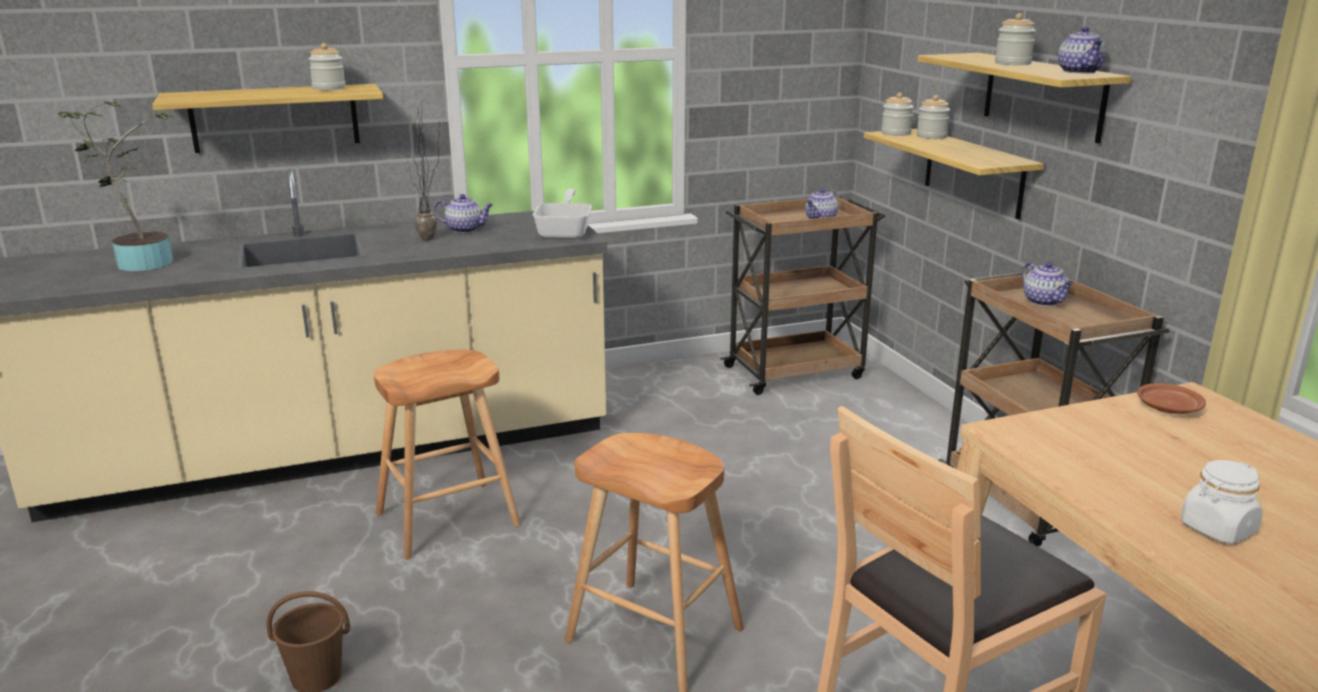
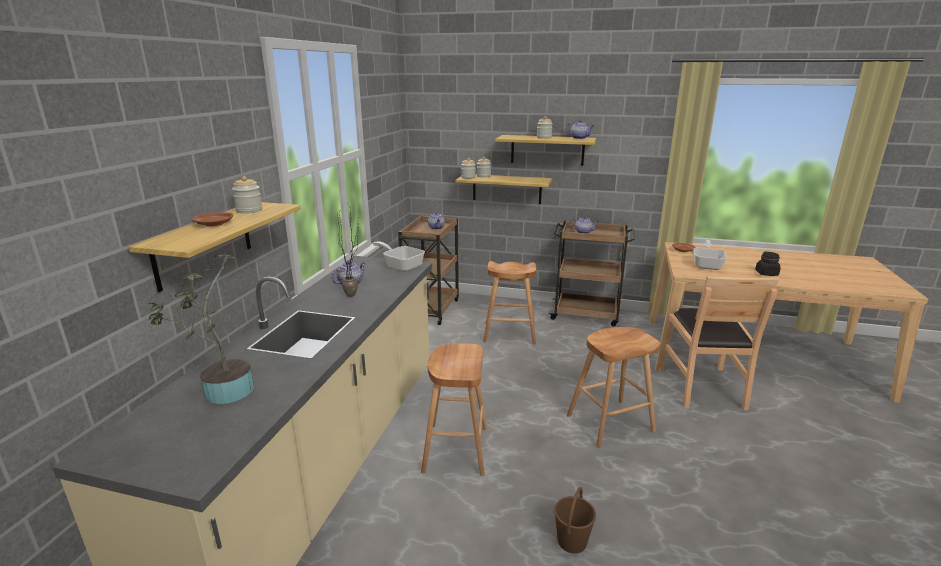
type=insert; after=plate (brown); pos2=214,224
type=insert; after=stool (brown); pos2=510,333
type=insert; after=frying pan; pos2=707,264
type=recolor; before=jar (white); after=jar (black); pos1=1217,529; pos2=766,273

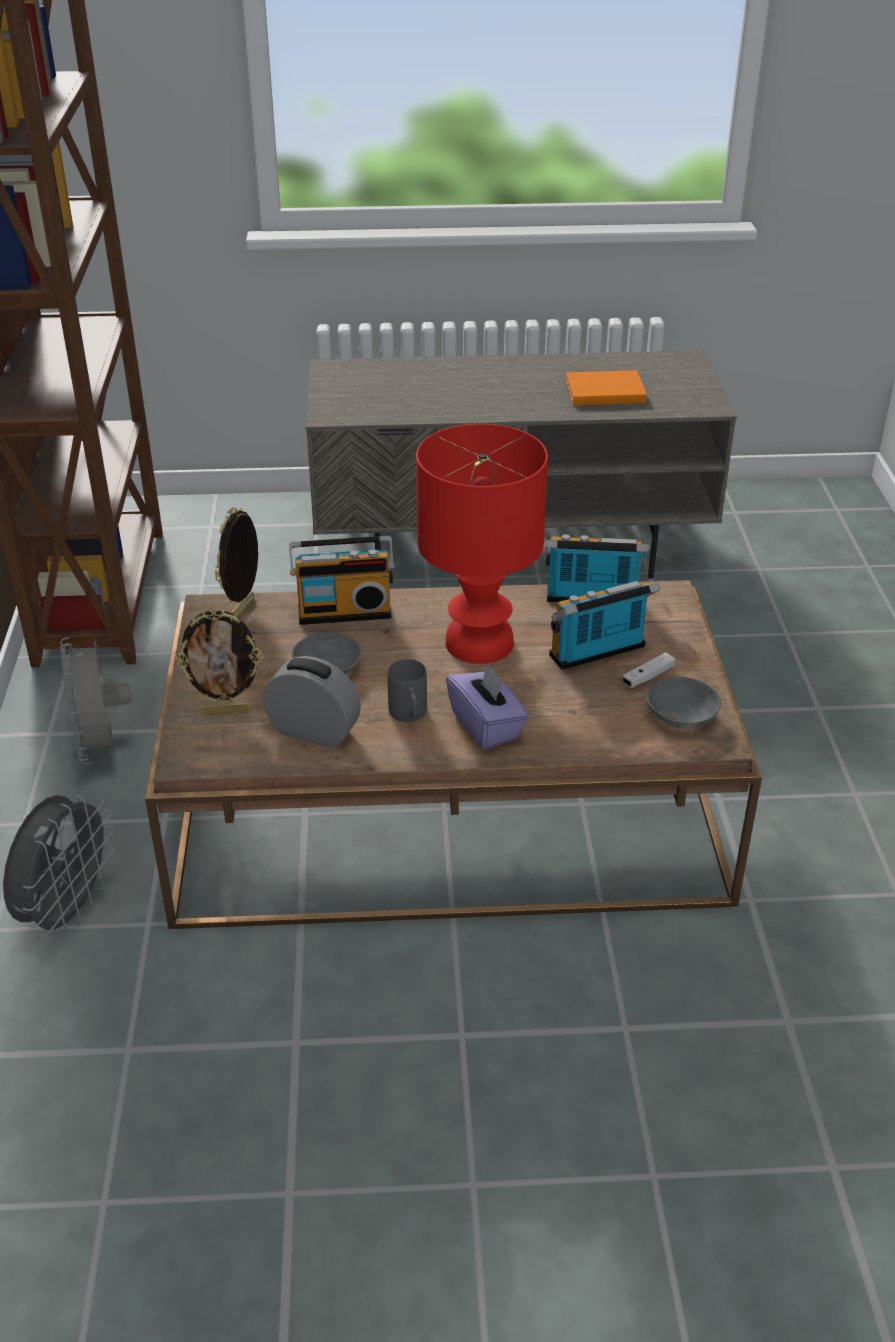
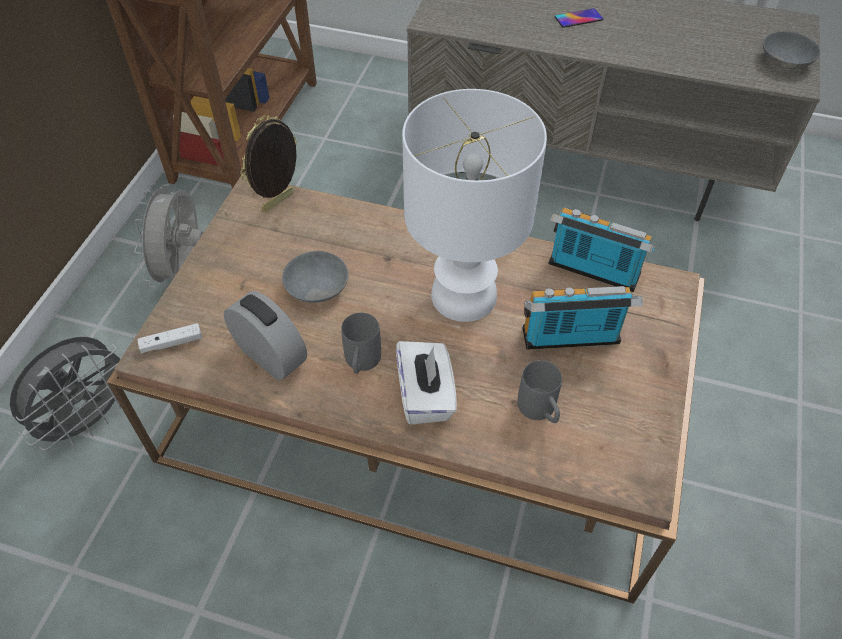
type=delete; before=picture frame; pos1=226,711
type=delete; before=radio; pos1=344,611
type=delete; before=book (orange); pos1=602,391
type=insert; after=mug (grey); pos2=540,412
type=insert; after=phone; pos2=578,18
type=move; before=game controller (white); pos1=648,677; pos2=172,343
type=move; before=bowl (grey); pos1=680,715; pos2=784,60
type=recolor; before=table lamp (red); after=table lamp (white); pos1=477,643; pos2=462,295
type=recolor; before=tissue box (purple); after=tissue box (white); pos1=486,725; pos2=426,396

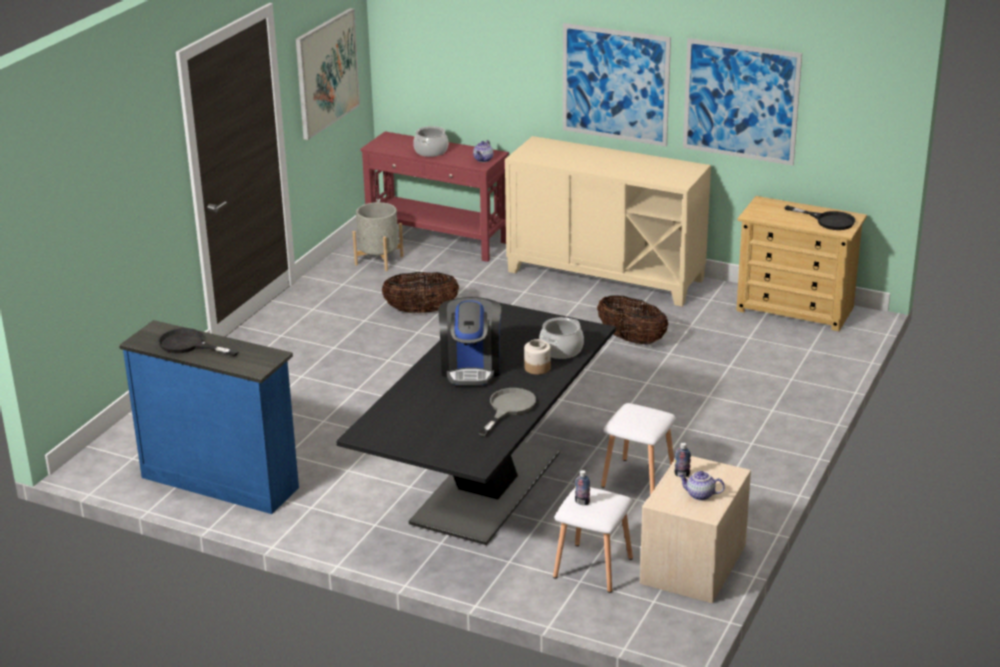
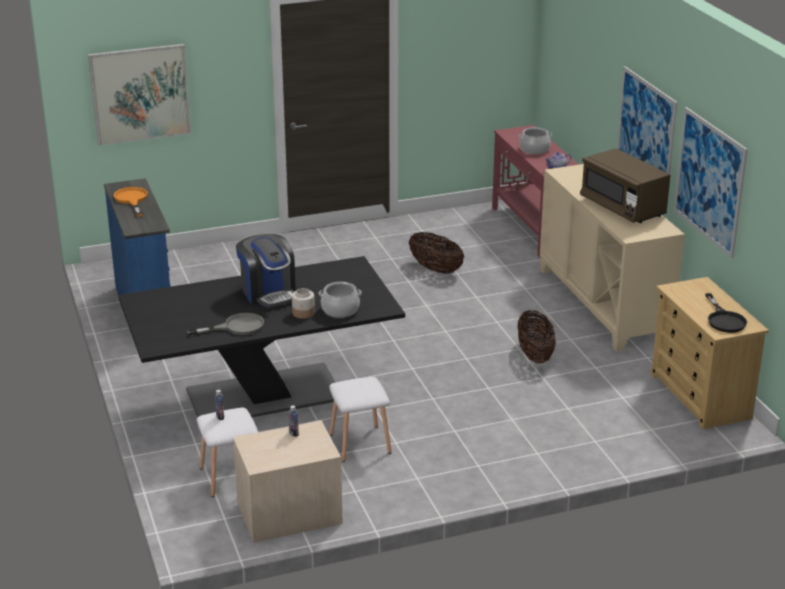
type=delete; before=planter (grey); pos1=379,260
type=delete; before=teapot; pos1=700,495
type=insert; after=microwave (brown); pos2=622,207
type=move; before=picture; pos1=326,73; pos2=140,94
type=recolor; before=frying pan (black); after=frying pan (orange); pos1=189,345; pos2=132,200
type=rotate; before=coffee machine; pos1=471,367; pos2=268,293; turn=-75

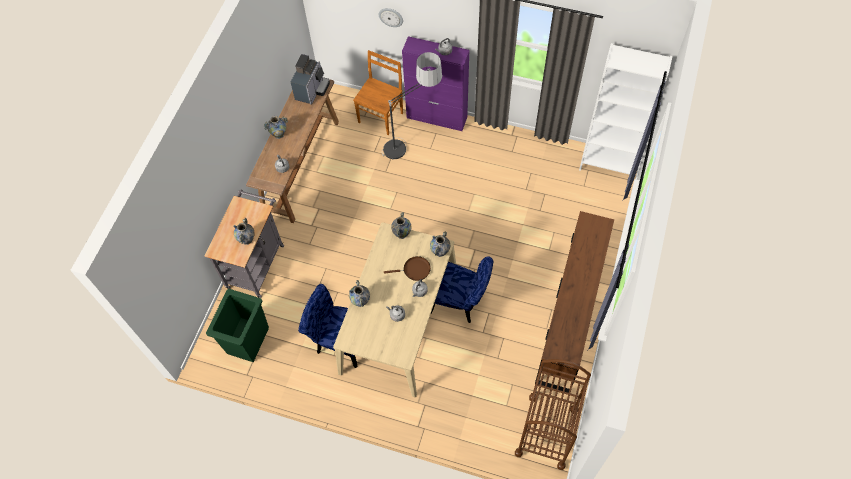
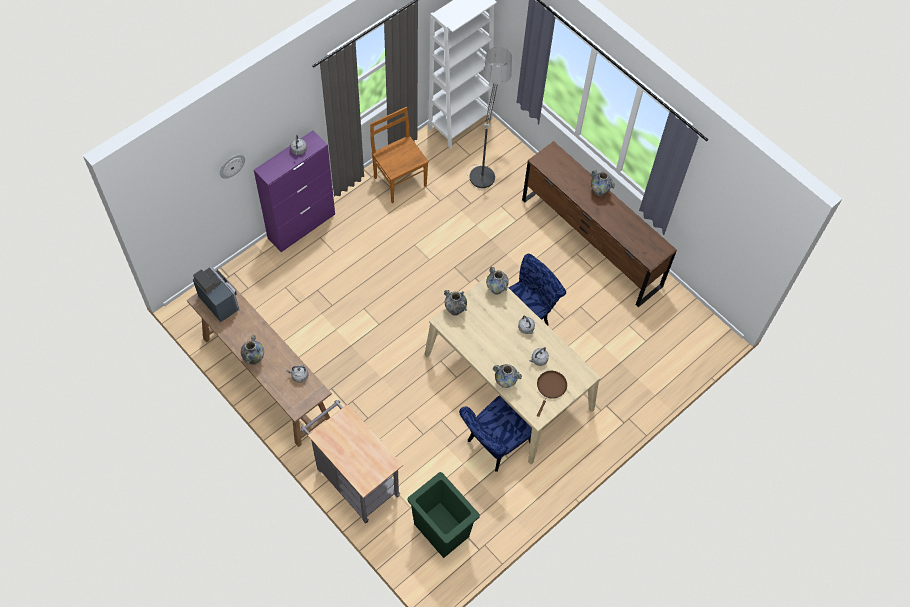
type=delete; before=cart (brown); pos1=546,431
type=move; before=vase; pos1=247,240; pos2=599,192
type=move; before=chair (brown); pos1=381,116; pos2=399,180
type=move; before=floor lamp; pos1=412,144; pos2=485,161
type=move; before=frying pan (brown); pos1=414,270; pos2=550,388

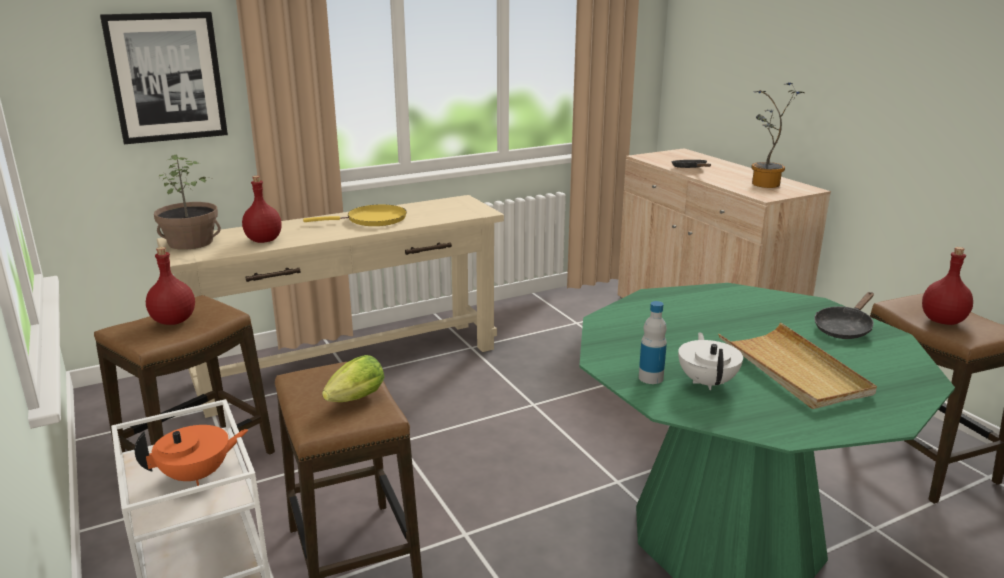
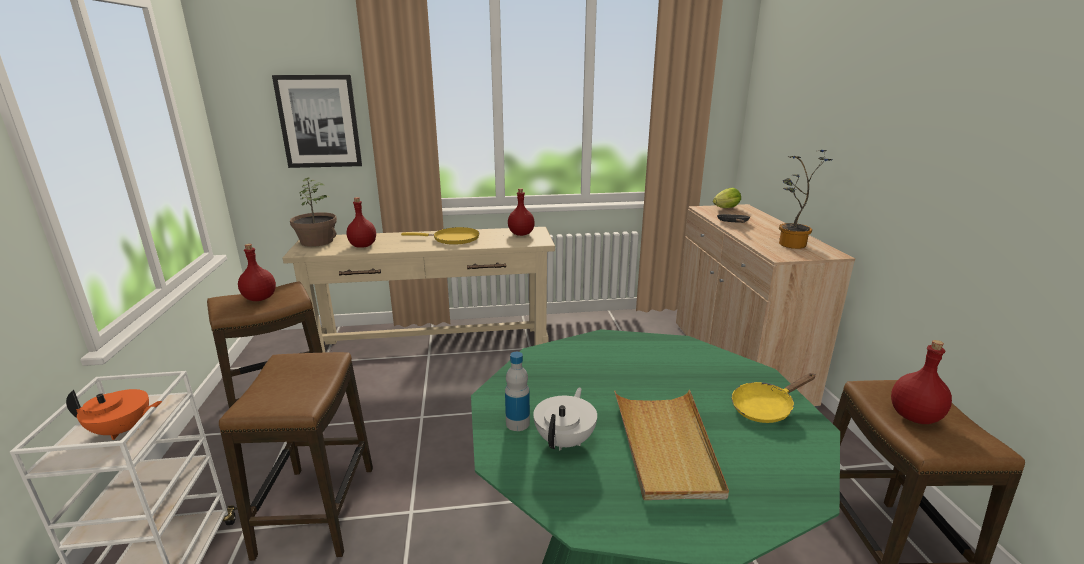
type=insert; after=bottle (red); pos2=521,234
type=move; before=lettuce; pos1=353,400; pos2=724,209
type=recolor; before=frying pan (black); after=frying pan (yellow); pos1=844,328; pos2=765,408

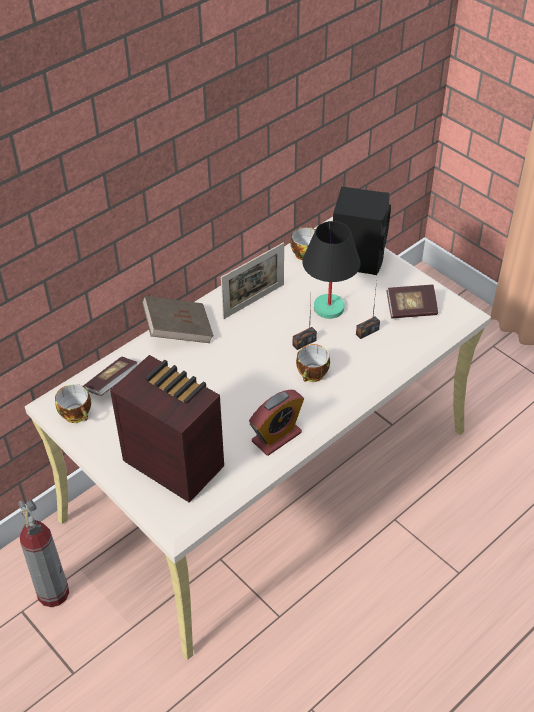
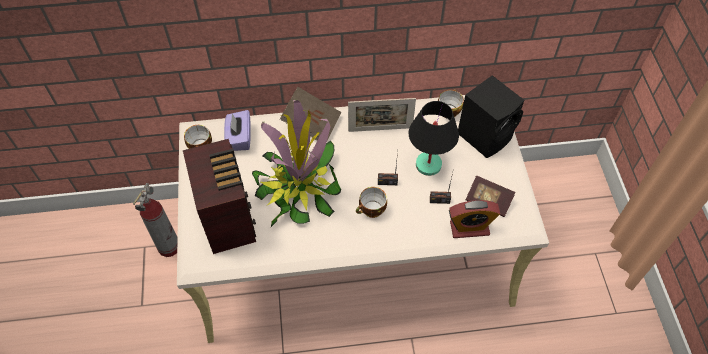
type=insert; after=potted plant; pos2=299,189
type=move; before=alarm clock; pos1=276,437; pos2=469,228
type=replace; before=book; after=tissue box (purple); pos1=112,383; pos2=239,138

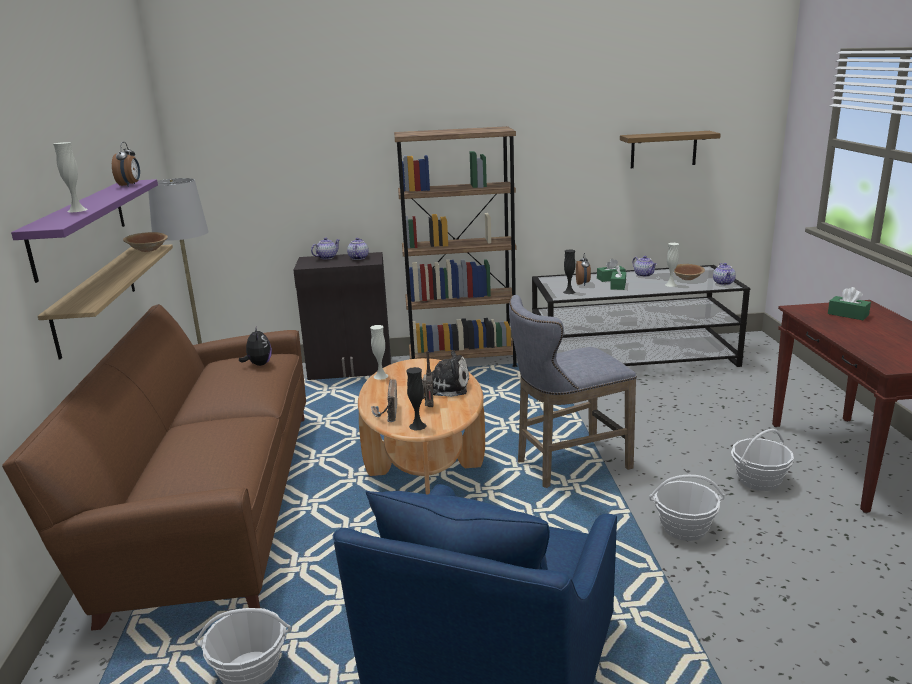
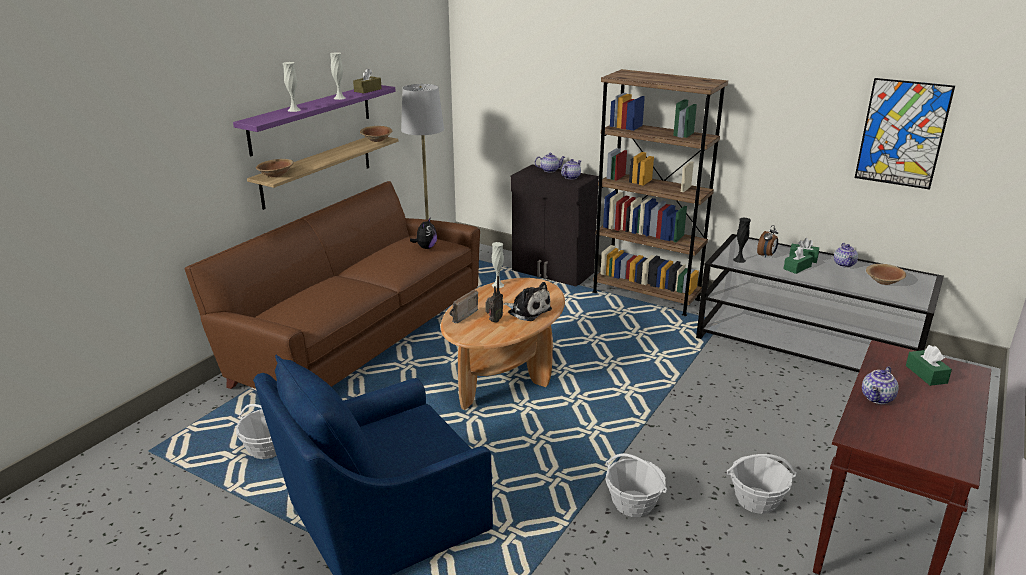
type=delete; before=vase (black); pos1=417,426
type=delete; before=stool (grey); pos1=566,465
type=insert; after=bowl (brown); pos2=276,175
type=move; before=vase (white); pos1=670,285; pos2=339,98
type=move; before=teapot; pos1=724,283; pos2=878,398
type=replace; before=alarm clock; after=tissue box (brown); pos1=130,185; pos2=367,90
type=replace; before=shelf; after=picture; pos1=663,149; pos2=902,133

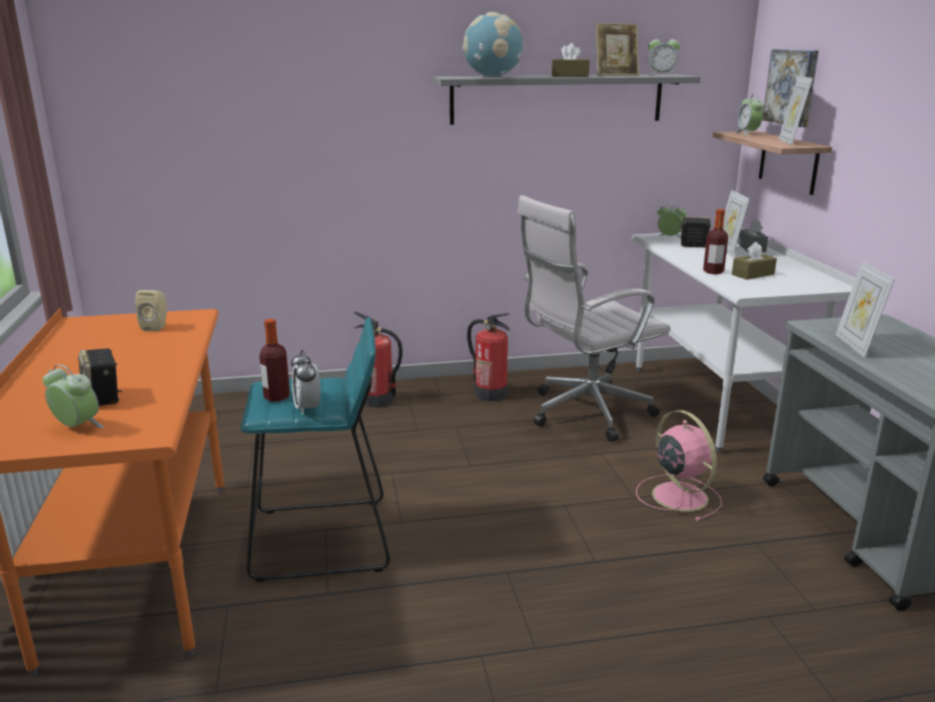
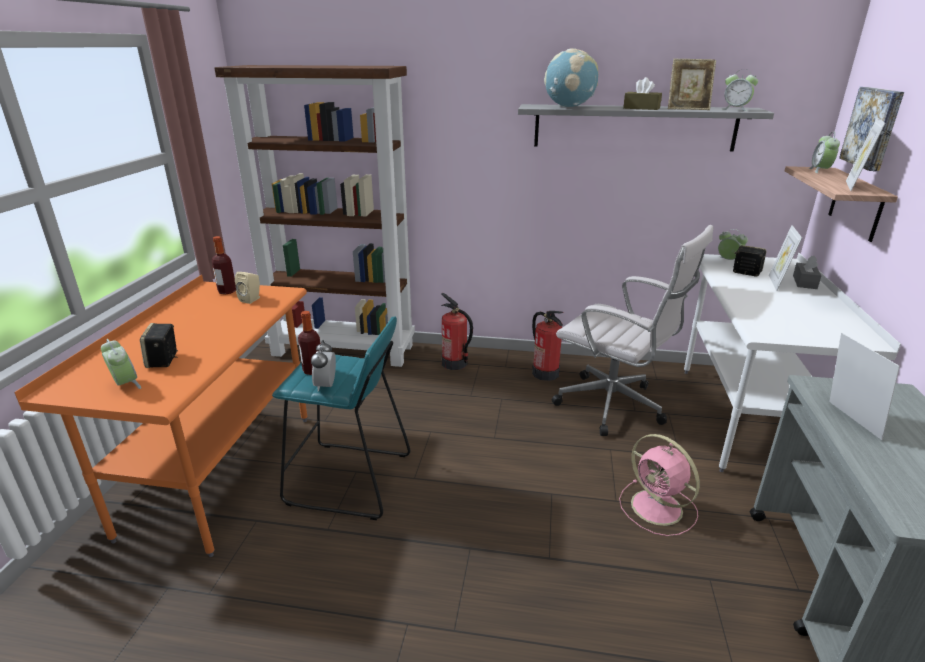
type=delete; before=tissue box (brown); pos1=753,274
type=insert; after=bookcase (brown); pos2=344,350
type=move; before=bottle; pos1=713,272; pos2=227,291
type=rotate; before=office chair (white); pos1=584,413; pos2=615,407; turn=-135
type=rotate; before=fan (pink); pos1=678,495; pos2=658,508; turn=150
type=rotate; before=picture frame; pos1=856,346; pos2=848,420; turn=150

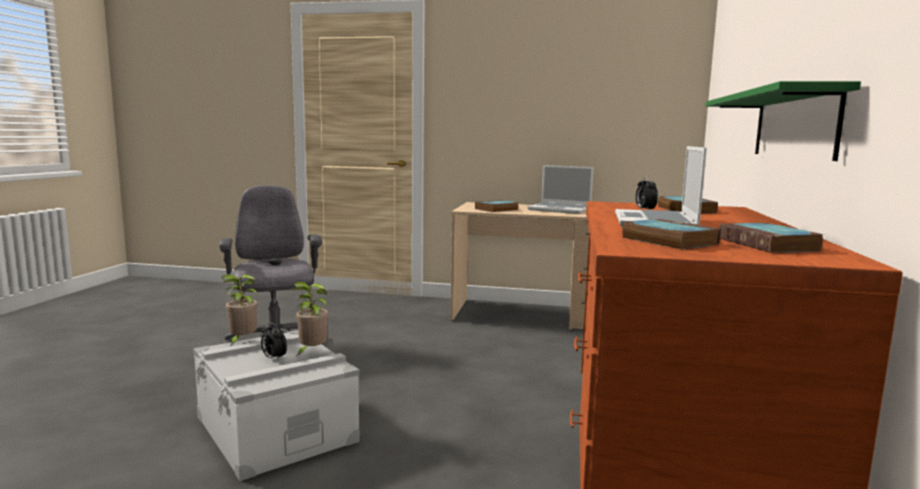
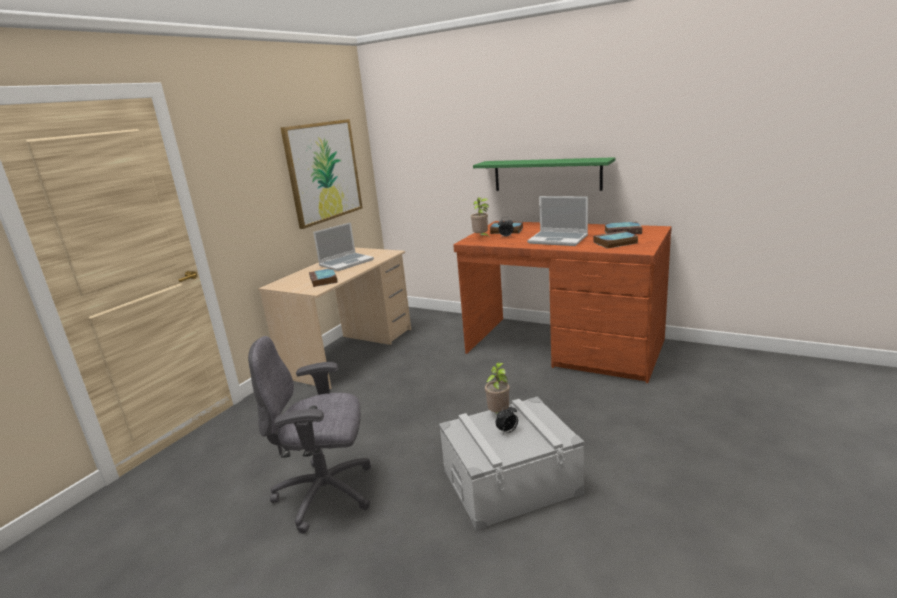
type=insert; after=picture; pos2=323,171
type=move; before=potted plant; pos1=241,341; pos2=481,237

